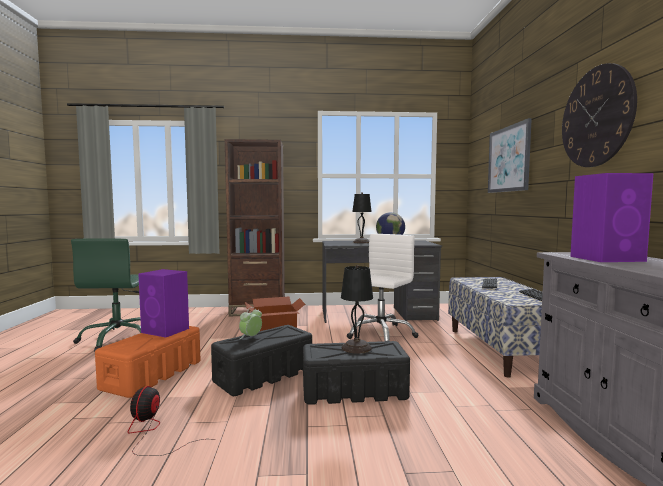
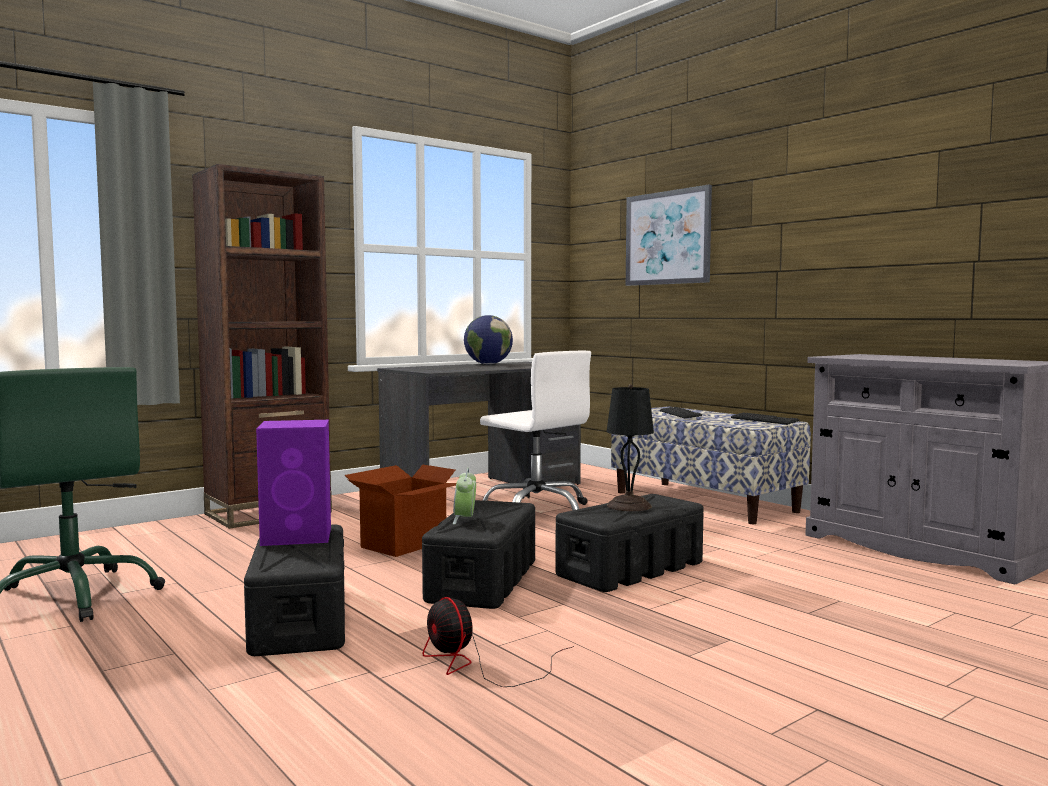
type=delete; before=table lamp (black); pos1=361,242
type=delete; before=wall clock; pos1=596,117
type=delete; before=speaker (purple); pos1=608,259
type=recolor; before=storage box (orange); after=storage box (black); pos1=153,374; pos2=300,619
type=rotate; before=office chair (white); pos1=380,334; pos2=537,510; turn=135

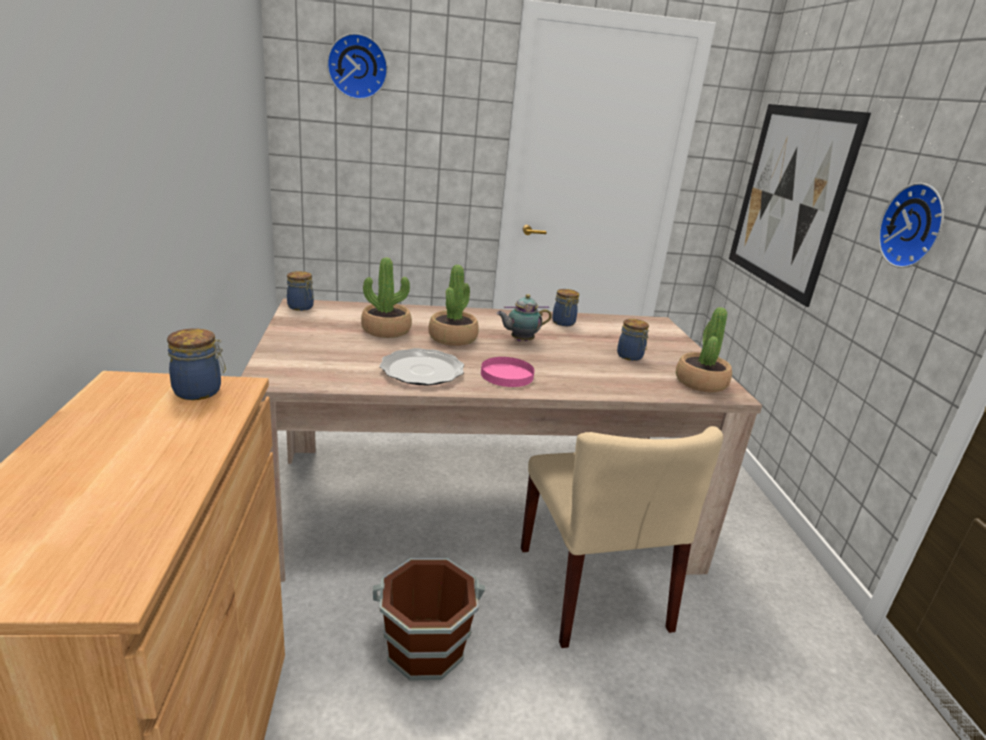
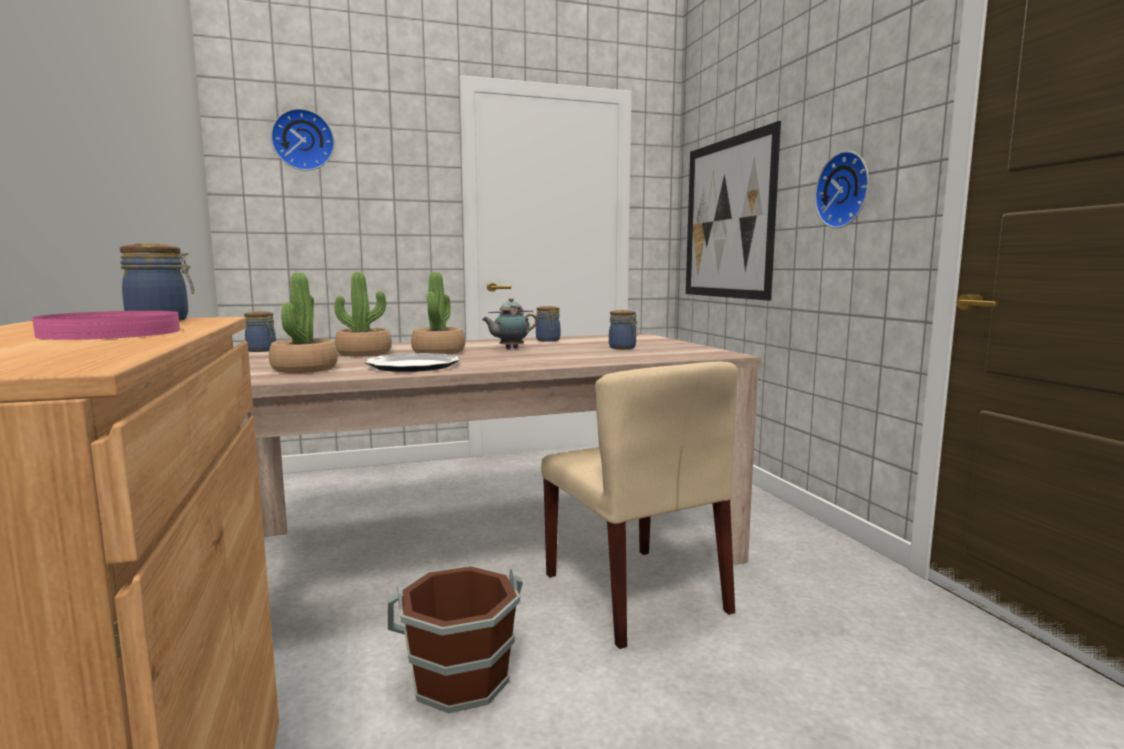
type=move; before=plate (pink); pos1=507,375; pos2=110,333
type=move; before=potted plant; pos1=700,382; pos2=304,369

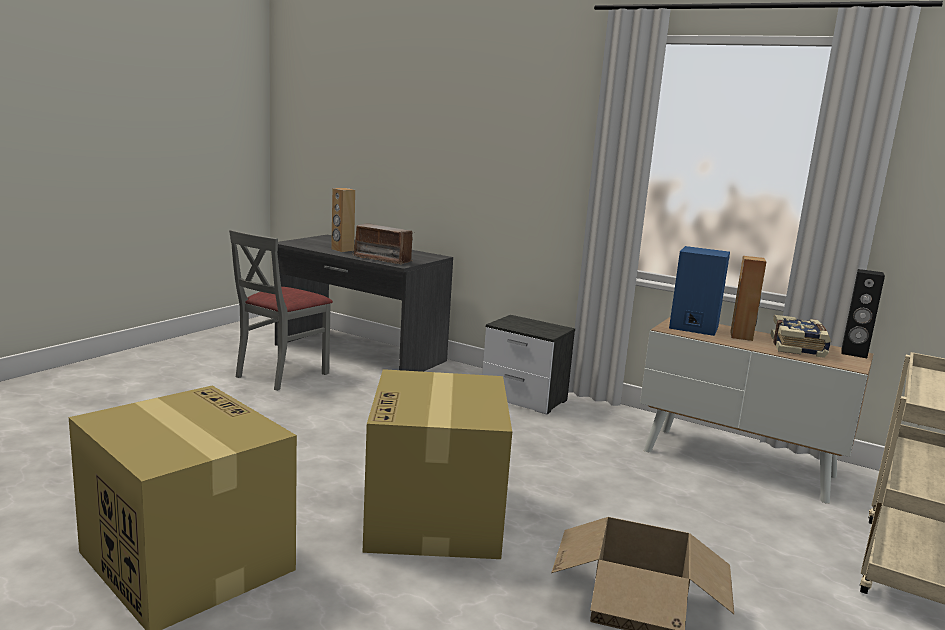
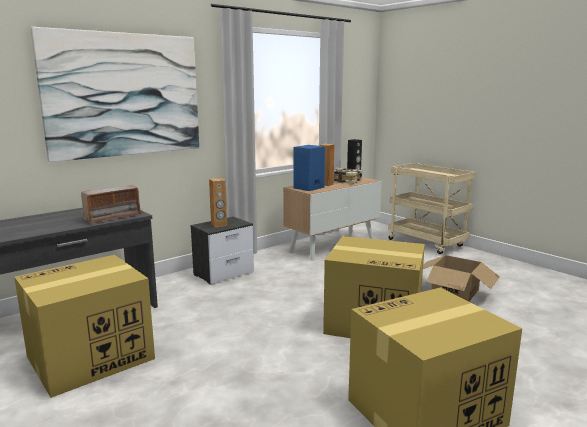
type=insert; after=picture; pos2=124,95
type=move; before=speaker (brown); pos1=342,250; pos2=219,225
type=replace; before=chair (grey); after=cardboard box; pos1=281,374; pos2=89,358

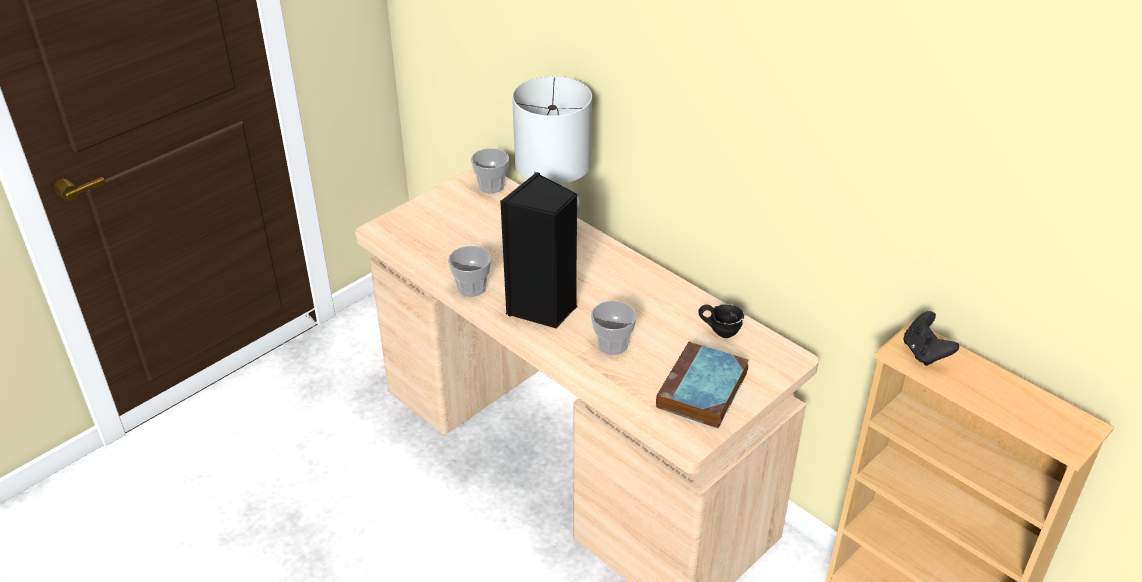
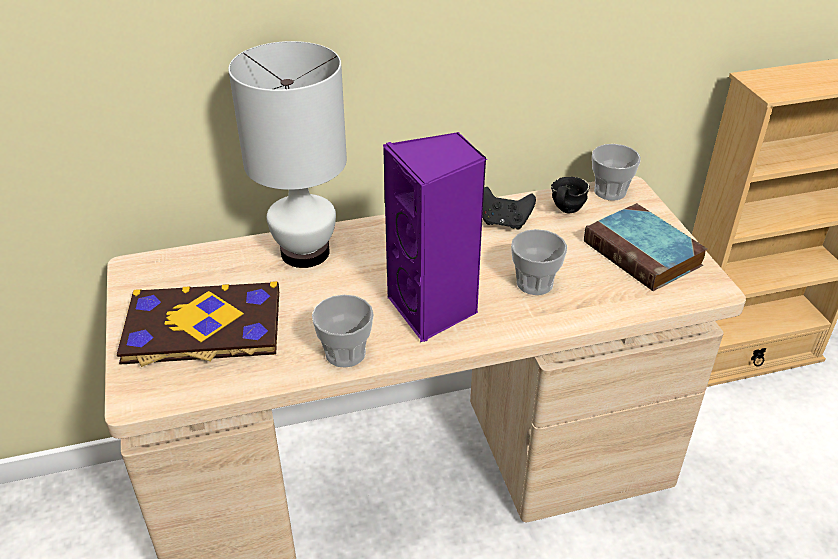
type=insert; after=book; pos2=203,328
type=move; before=cup; pos1=491,186; pos2=610,191
type=move; before=game controller (black); pos1=924,353; pos2=504,222
type=recolor; before=speaker (black); after=speaker (purple); pos1=543,308; pos2=434,310

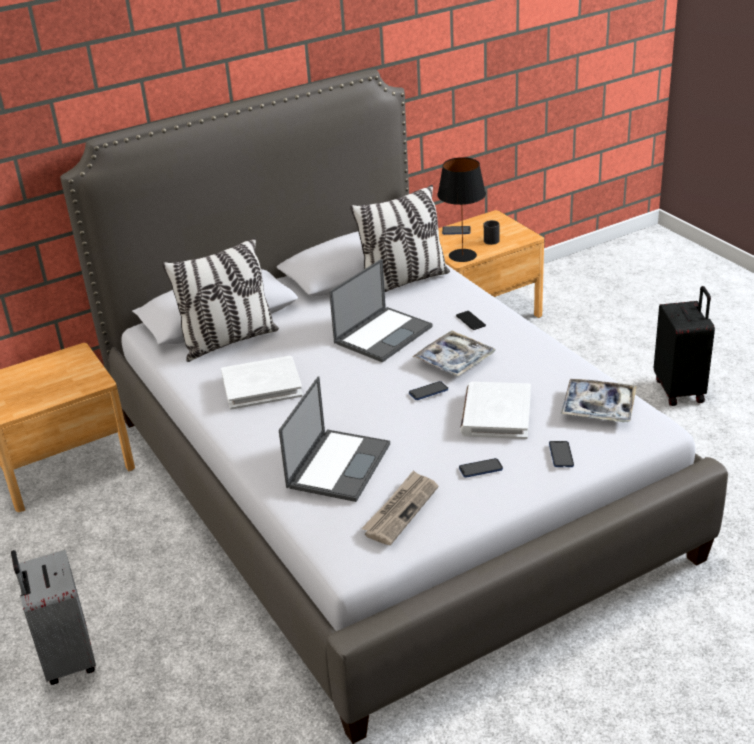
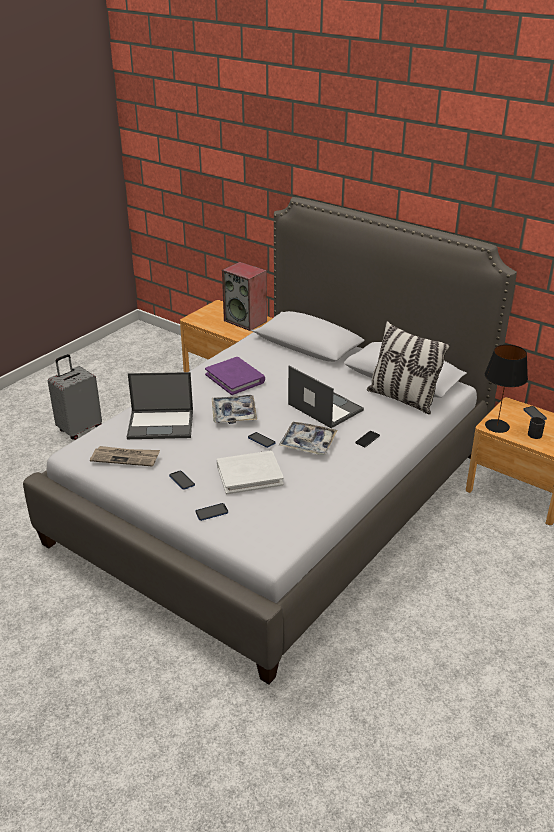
type=delete; before=pillow; pos1=228,341
type=delete; before=suitcase (black); pos1=680,390
type=insert; after=speaker; pos2=246,321
type=move; before=tray; pos1=598,407; pos2=234,414
type=recolor; before=book (white); after=book (purple); pos1=262,386; pos2=235,378
type=rotate; before=laptop; pos1=383,334; pos2=324,407; turn=-150

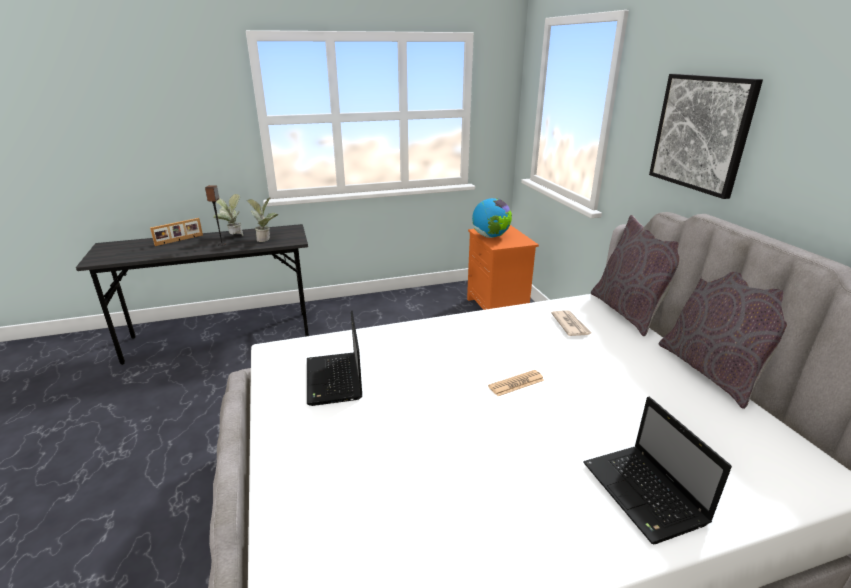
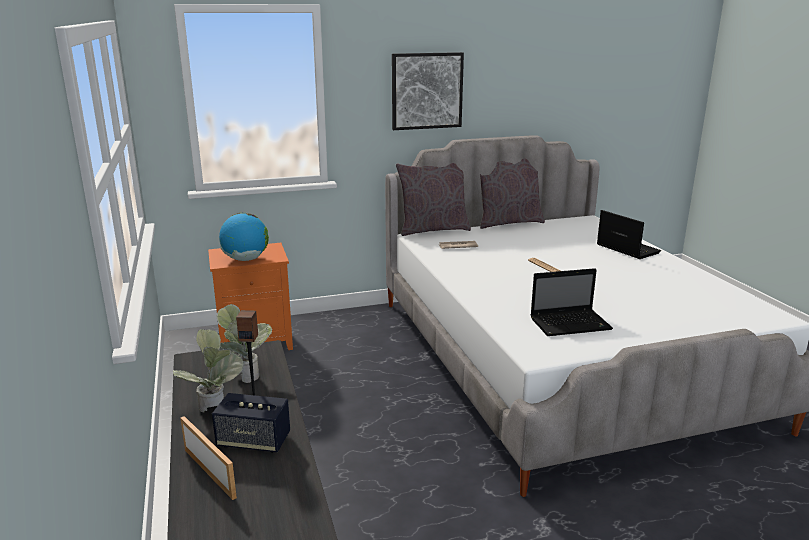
type=insert; after=speaker; pos2=254,441
type=rotate; before=laptop; pos1=645,495; pos2=626,249; turn=-105

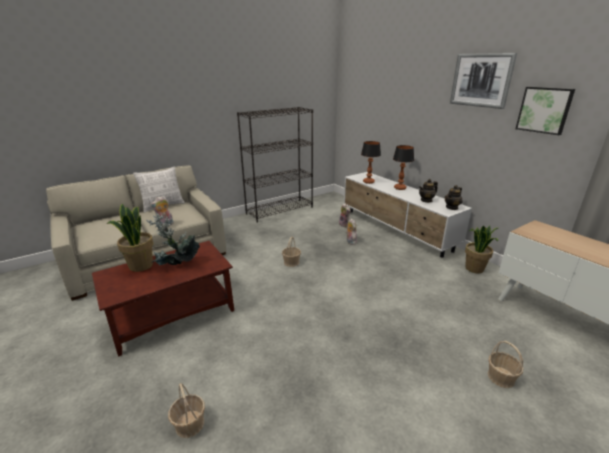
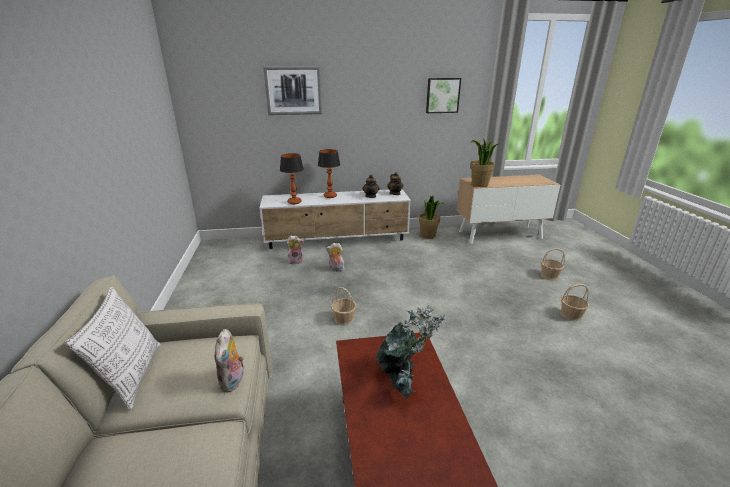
type=delete; before=bookcase (black); pos1=280,210
type=move; before=potted plant; pos1=140,265; pos2=479,185
type=move; before=basket; pos1=189,424; pos2=571,315
type=move; before=picture; pos1=481,80; pos2=293,90

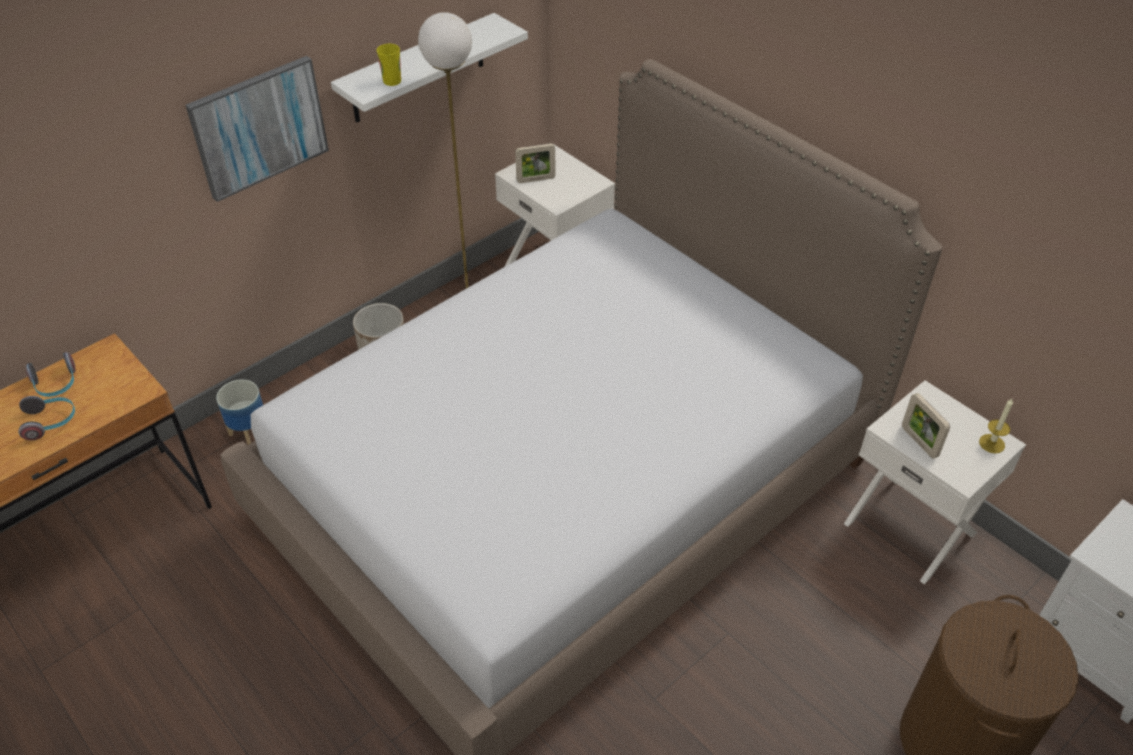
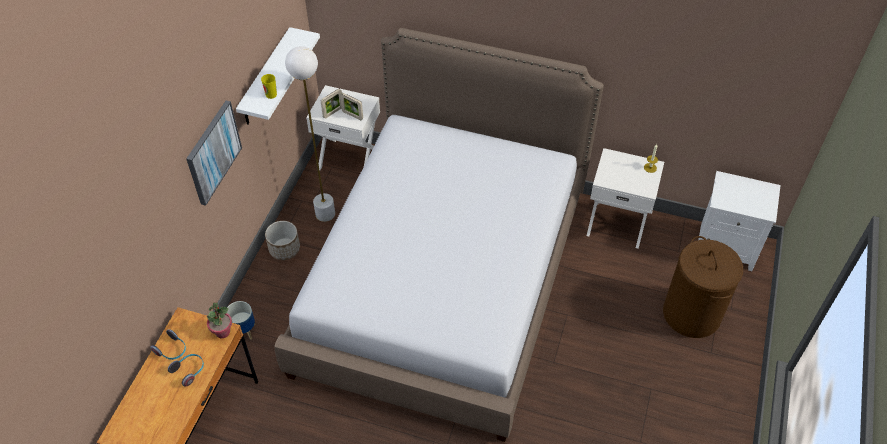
type=insert; after=potted plant; pos2=222,332
type=move; before=picture frame; pos1=919,442; pos2=352,115

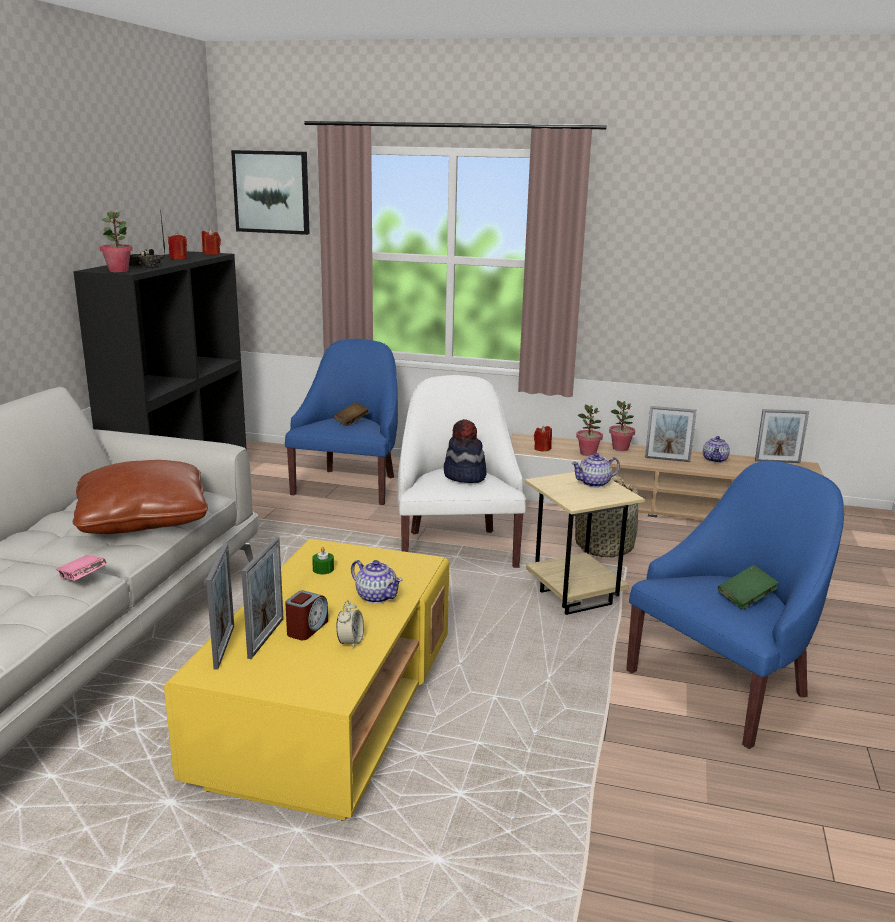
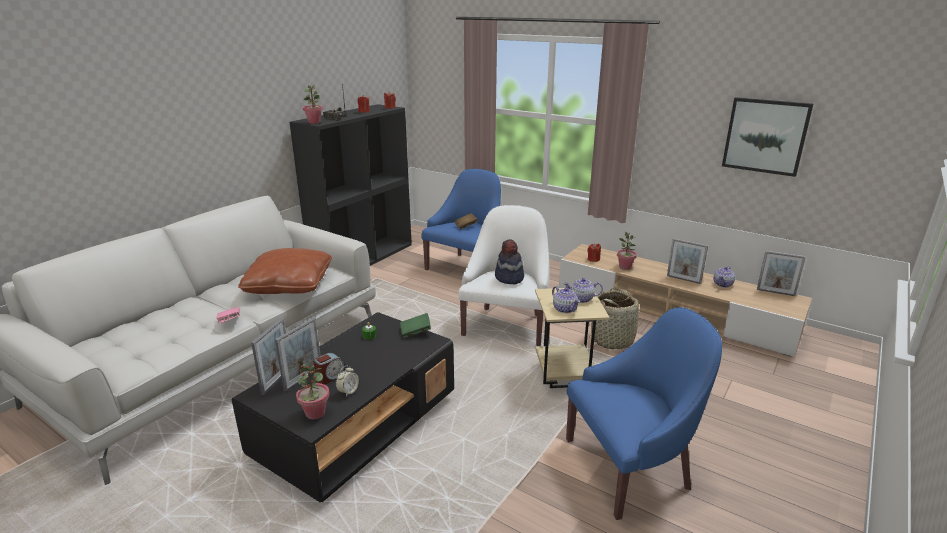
type=move; before=picture; pos1=272,192; pos2=765,136
type=move; before=teapot; pos1=376,596; pos2=564,309
type=move; before=potted plant; pos1=620,448; pos2=315,413
type=move; before=book (green); pos1=746,598; pos2=415,332
type=recolor; before=coffee table (yellow); after=coffee table (black); pos1=328,712; pos2=357,427

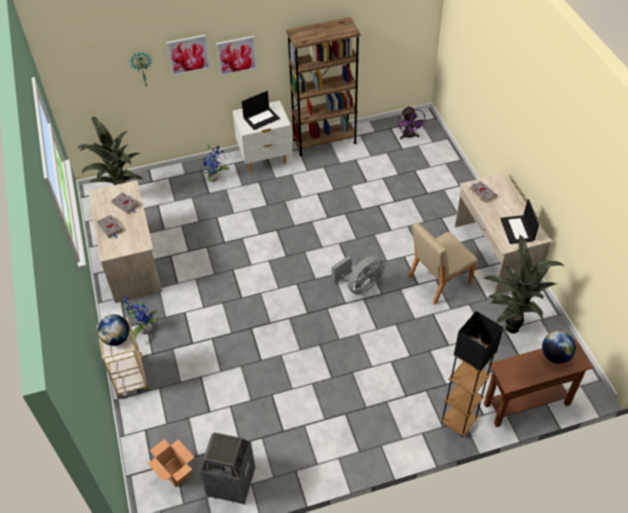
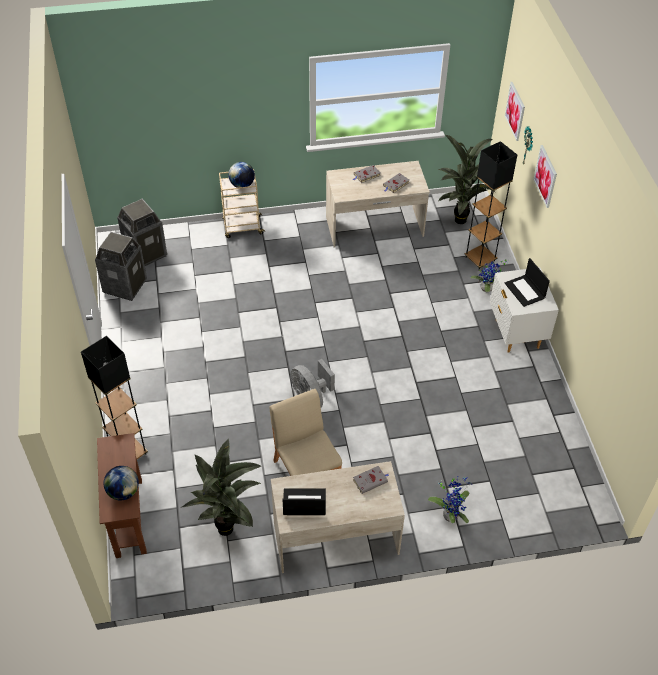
type=delete; before=bookcase (brown); pos1=324,141
type=delete; before=fan (purple); pos1=409,136
type=insert; after=floor lamp (black); pos2=480,259
type=move; before=potted plant; pos1=144,329; pos2=451,514
type=move; before=picture; pos1=236,55; pos2=515,111
type=replace; before=cardboard box; after=trash can; pos1=174,472; pos2=146,253

